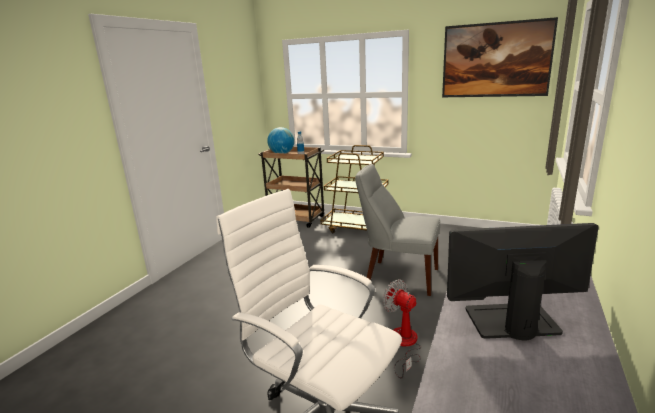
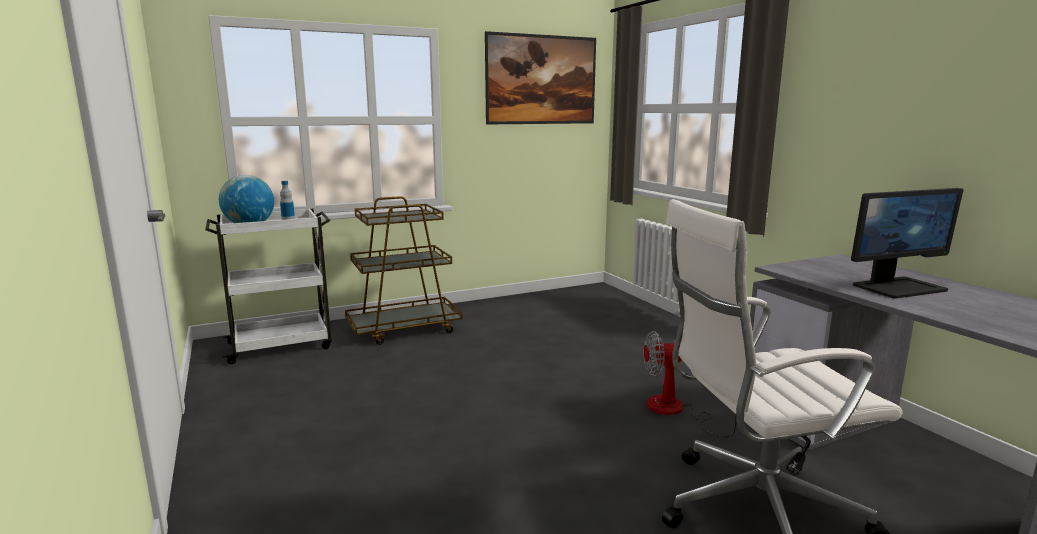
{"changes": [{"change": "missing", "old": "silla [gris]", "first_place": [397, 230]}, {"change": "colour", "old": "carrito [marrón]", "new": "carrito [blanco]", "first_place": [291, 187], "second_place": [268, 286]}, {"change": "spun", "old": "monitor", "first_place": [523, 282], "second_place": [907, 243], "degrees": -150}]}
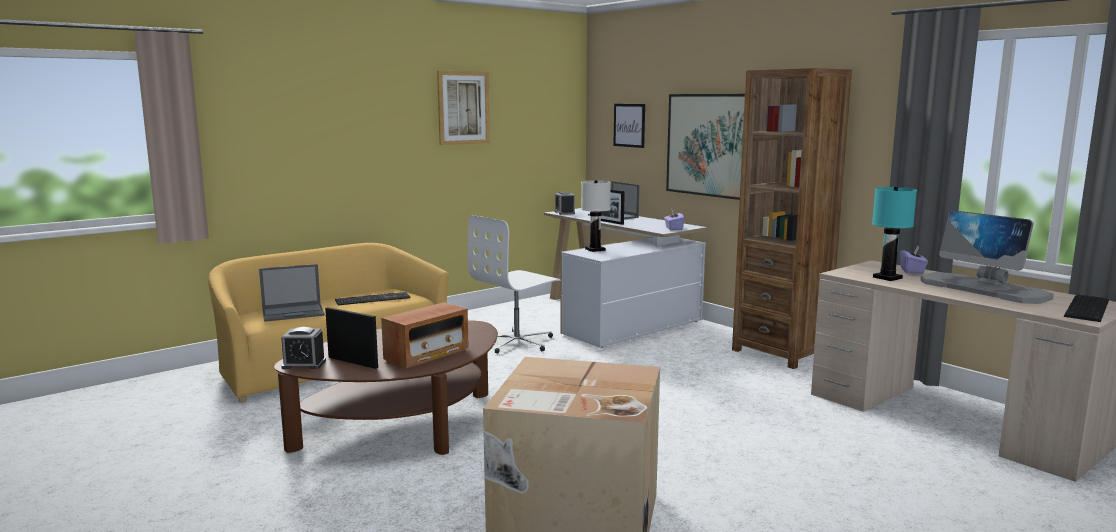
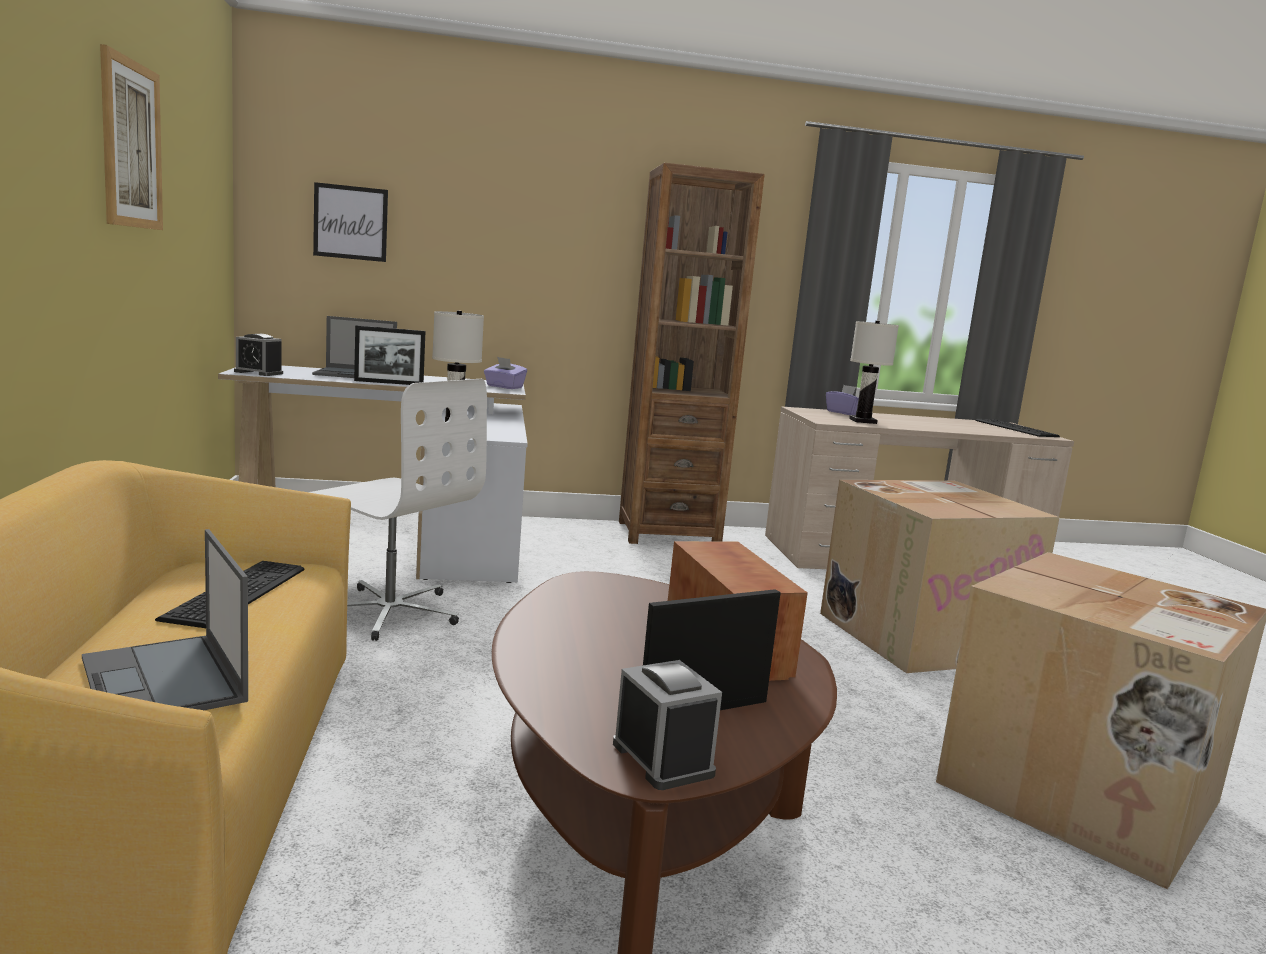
{"changes": [{"change": "missing", "old": "cuadro", "first_place": [705, 147]}, {"change": "missing", "old": "monitor", "first_place": [987, 257]}, {"change": "appeared", "new": "caja de cartón", "second_place": [940, 576]}, {"change": "colour", "old": "lámpara de mesa [turquesa]", "new": "lámpara de mesa [blanco]", "first_place": [894, 234], "second_place": [874, 372]}, {"change": "spun", "old": "portátil", "first_place": [292, 293], "second_place": [165, 619], "degrees": 135}, {"change": "spun", "old": "despertador", "first_place": [303, 348], "second_place": [667, 725], "degrees": -60}, {"change": "spun", "old": "silla de oficina [blanco]", "first_place": [514, 284], "second_place": [398, 510], "degrees": -45}]}
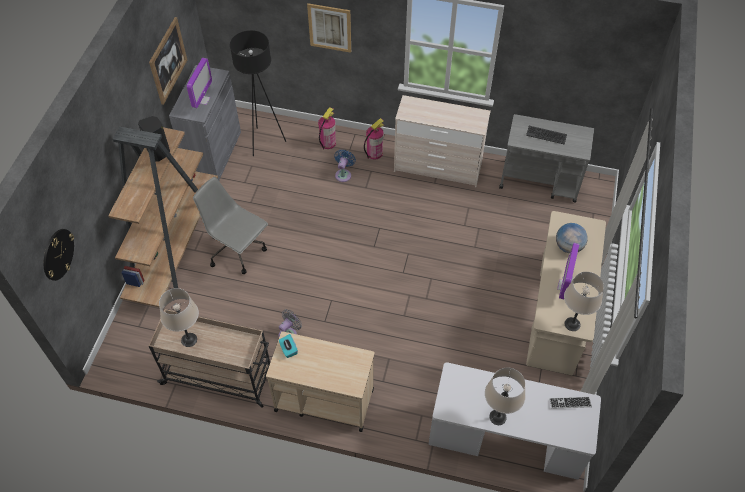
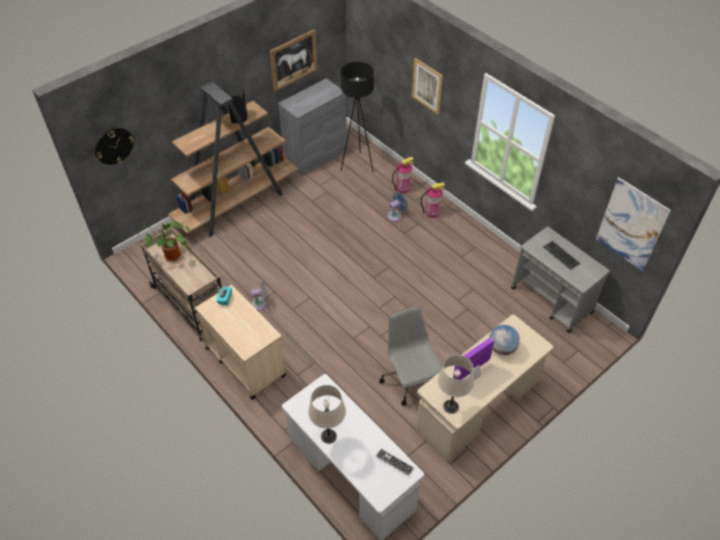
{"changes": [{"change": "missing", "old": "monitor", "first_place": [199, 83]}, {"change": "missing", "old": "cómoda [beis]", "first_place": [442, 141]}, {"change": "appeared", "new": "cuadro", "second_place": [633, 224]}, {"change": "relocated", "old": "silla de oficina [gris]", "first_place": [230, 225], "second_place": [411, 356]}, {"change": "exchanged", "old": "lámpara de mesa [beis]", "new": "planta en maceta", "first_place": [179, 317], "second_place": [164, 241]}]}
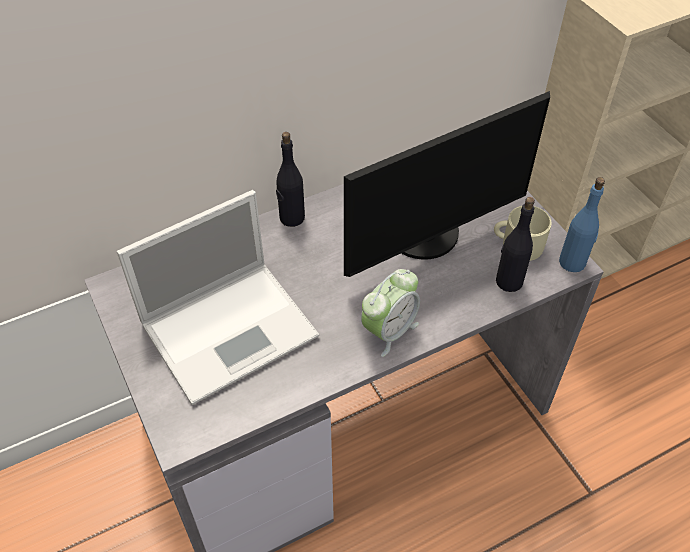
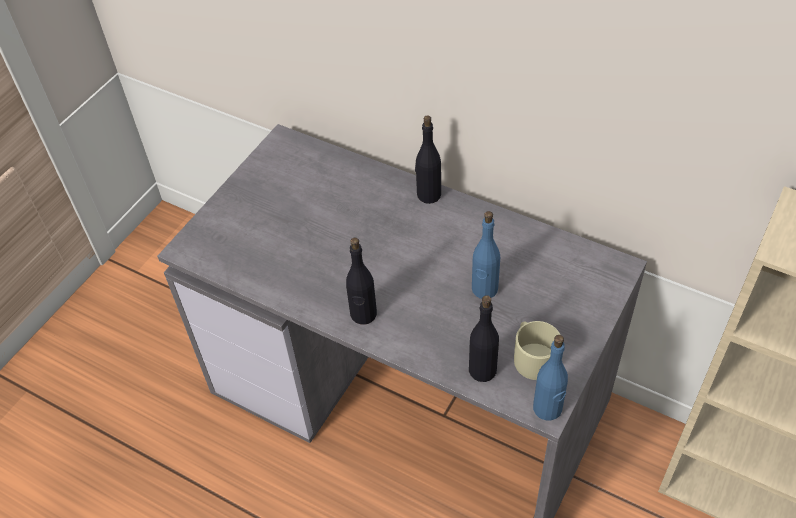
{"changes": [{"change": "missing", "old": "portátil", "first_place": [218, 297]}, {"change": "exchanged", "old": "monitor", "new": "botella [azul]", "first_place": [447, 184], "second_place": [486, 255]}, {"change": "exchanged", "old": "despertador", "new": "botella [negro]", "first_place": [390, 313], "second_place": [361, 281]}]}
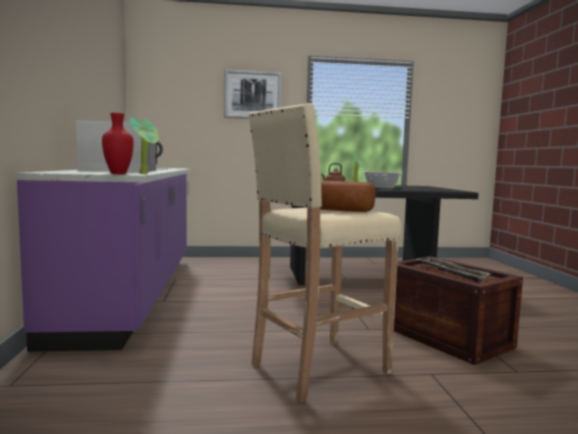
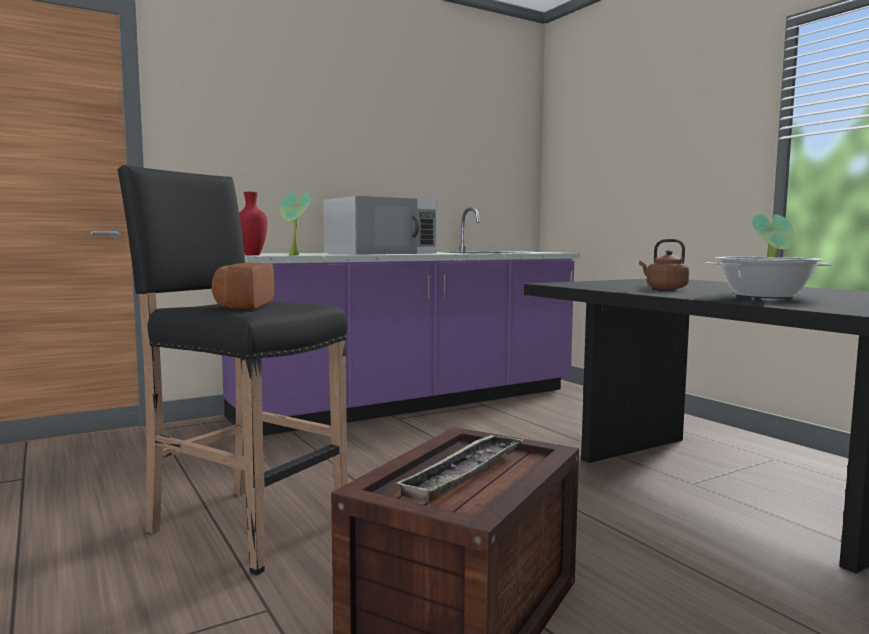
{"changes": [{"change": "missing", "old": "cuadro", "first_place": [253, 94]}, {"change": "colour", "old": "taburete [beis]", "new": "taburete [negro]", "first_place": [325, 252], "second_place": [232, 370]}]}
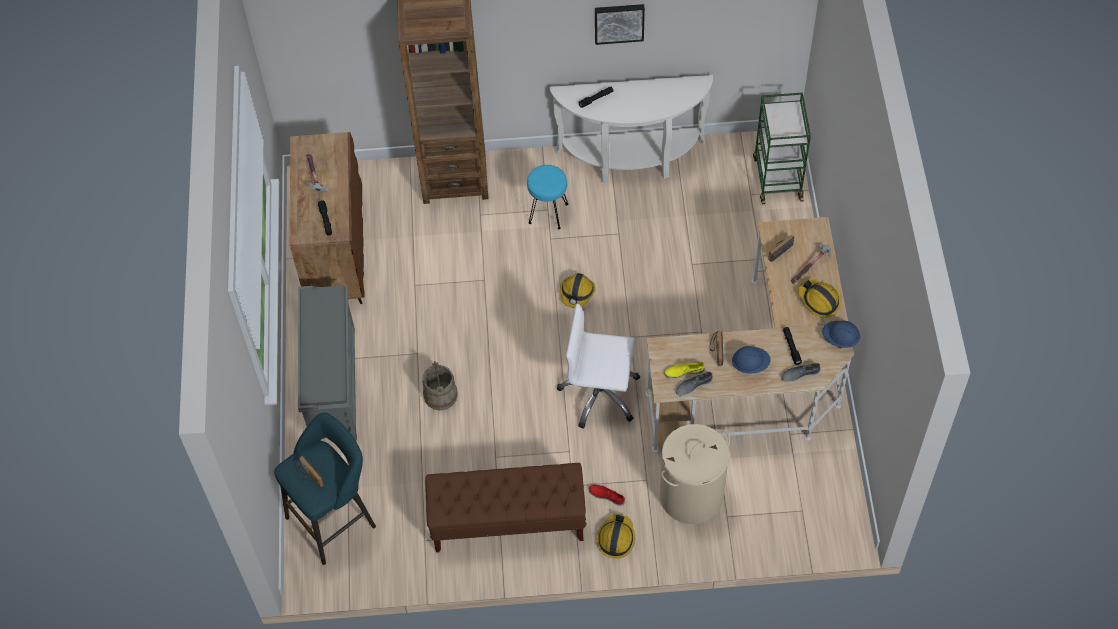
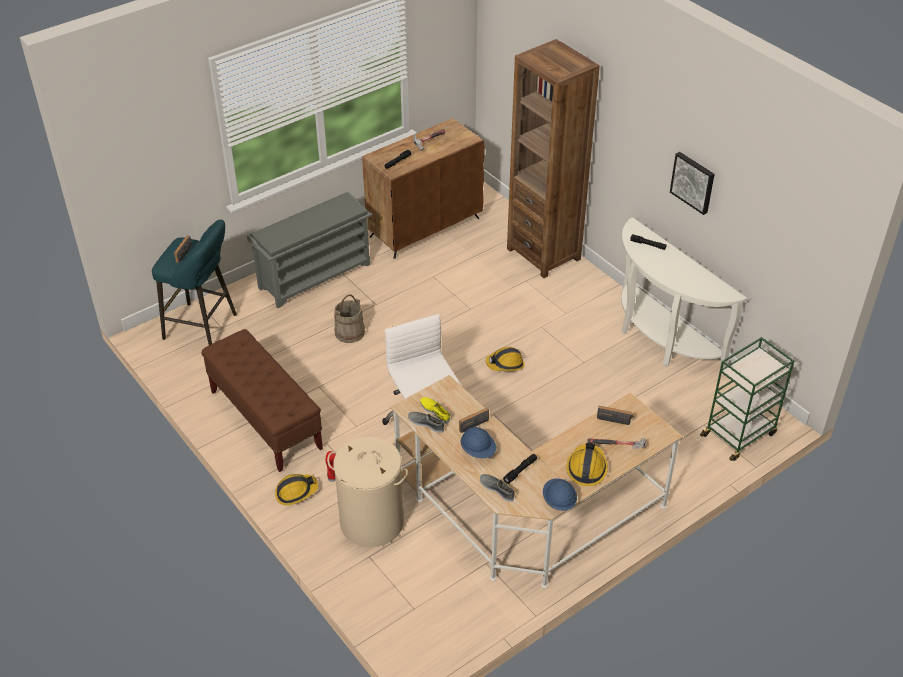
{"changes": [{"change": "missing", "old": "taburete [turquesa]", "first_place": [547, 197]}]}
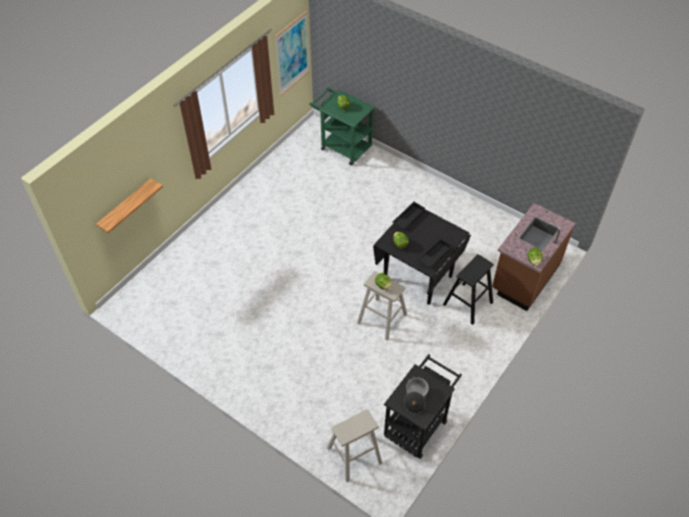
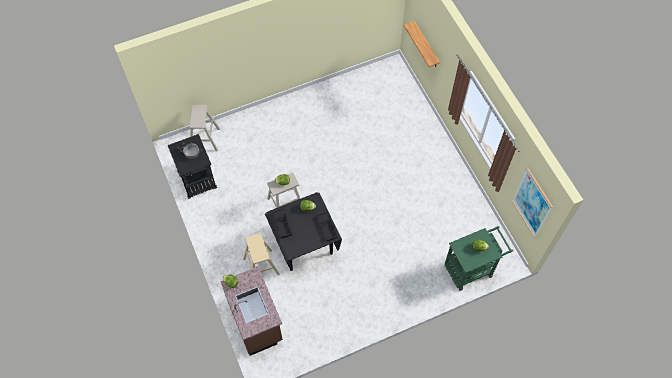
{"changes": [{"change": "colour", "old": "taburete [negro]", "new": "taburete [beis]", "first_place": [468, 289], "second_place": [261, 254]}]}
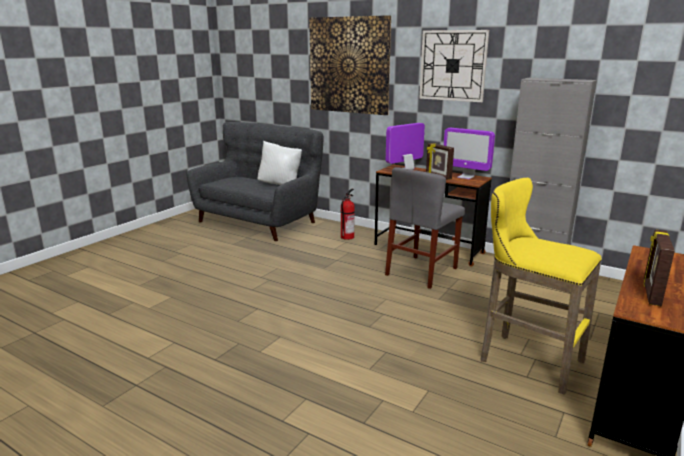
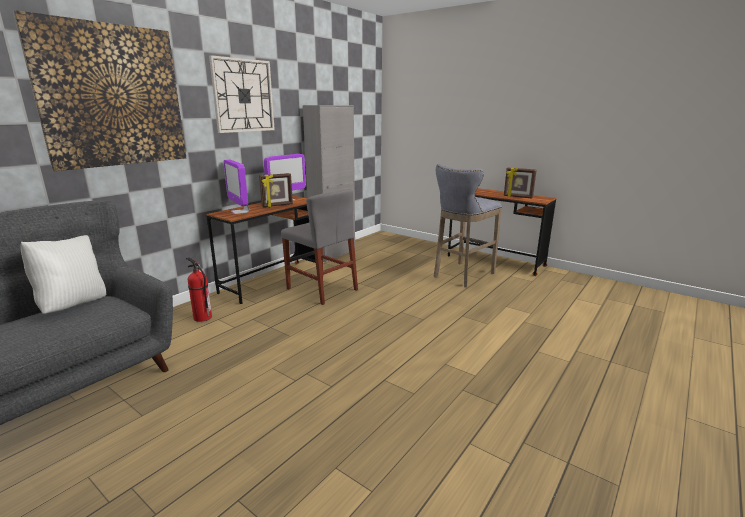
{"changes": [{"change": "colour", "old": "taburete [amarillo]", "new": "taburete [gris]", "first_place": [541, 286], "second_place": [468, 225]}]}
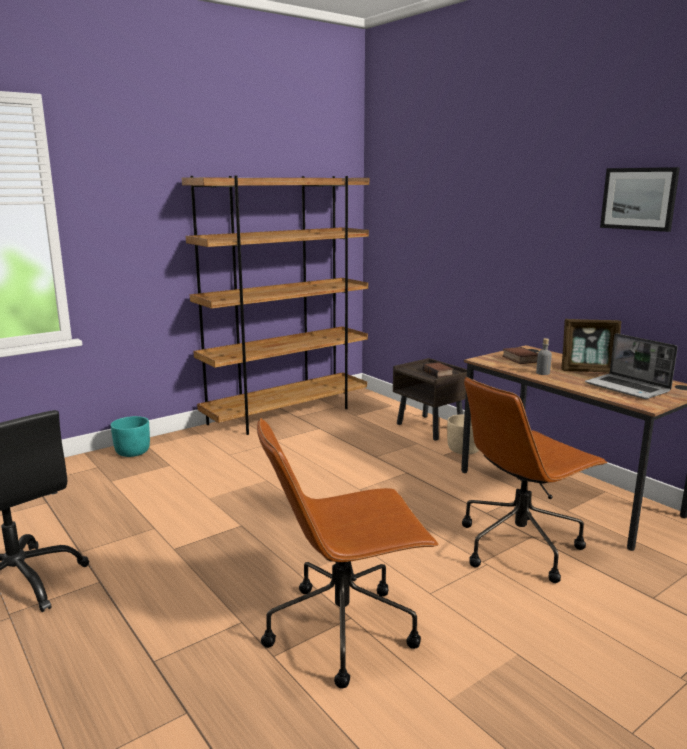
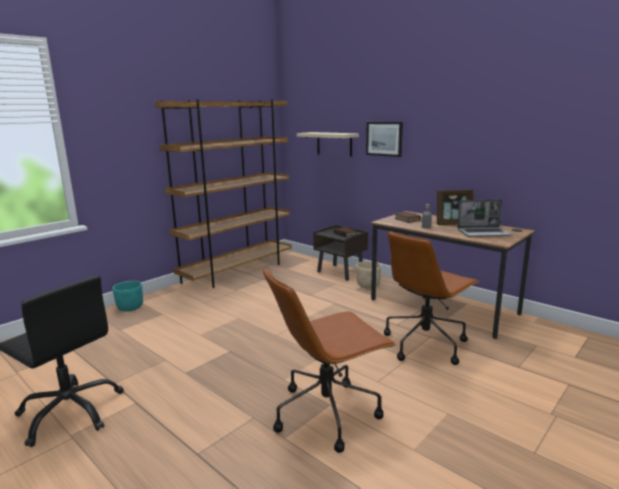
{"changes": [{"change": "appeared", "new": "estante [beis]", "second_place": [328, 144]}, {"change": "relocated", "old": "cuadro", "first_place": [640, 199], "second_place": [384, 139]}, {"change": "spun", "old": "portátil", "first_place": [631, 366], "second_place": [484, 218], "degrees": -45}]}
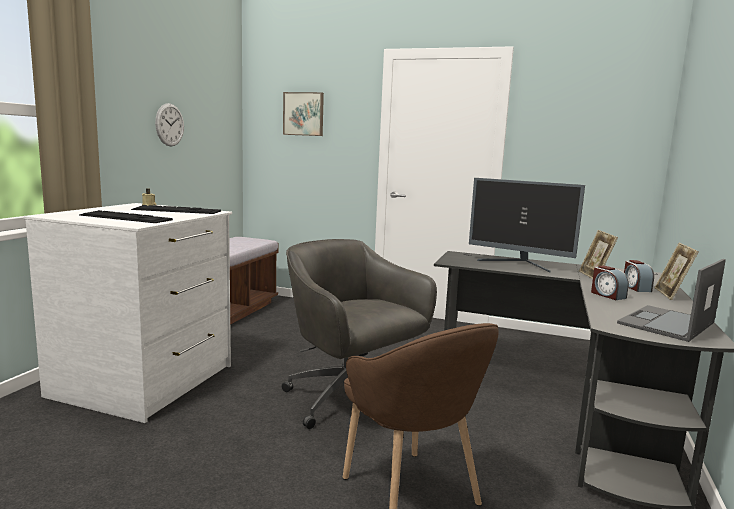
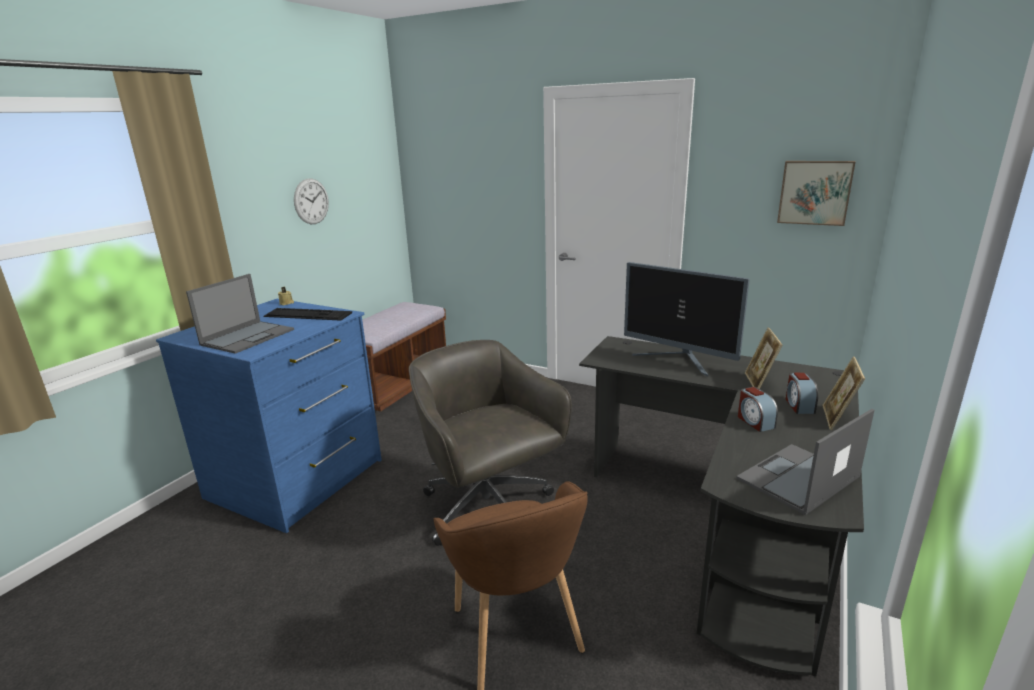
{"changes": [{"change": "relocated", "old": "cuadro", "first_place": [303, 114], "second_place": [816, 193]}, {"change": "exchanged", "old": "teclado", "new": "portátil", "first_place": [126, 216], "second_place": [240, 314]}, {"change": "colour", "old": "cómoda [blanco]", "new": "cómoda [azul]", "first_place": [128, 313], "second_place": [269, 416]}]}
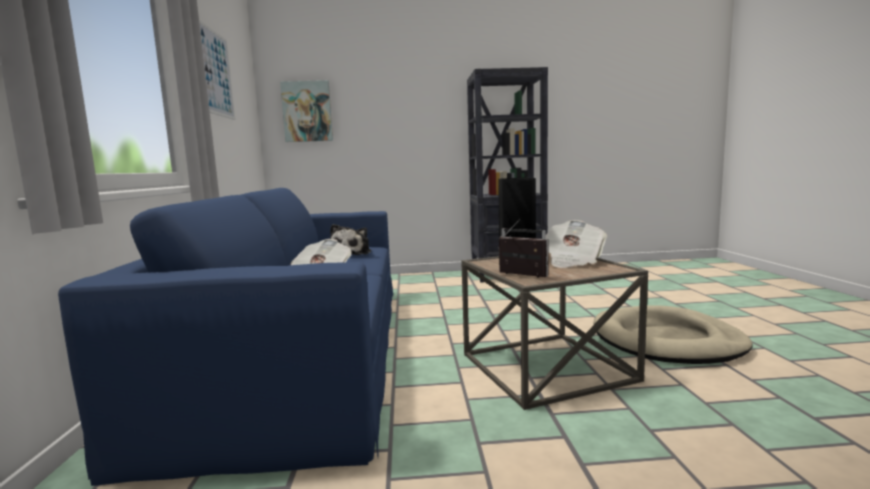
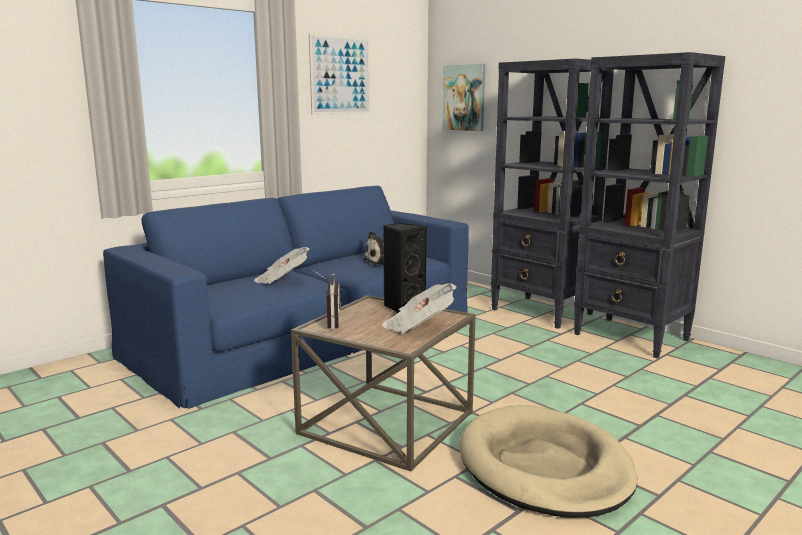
{"changes": [{"change": "appeared", "new": "estantería [negro]", "second_place": [552, 193]}]}
